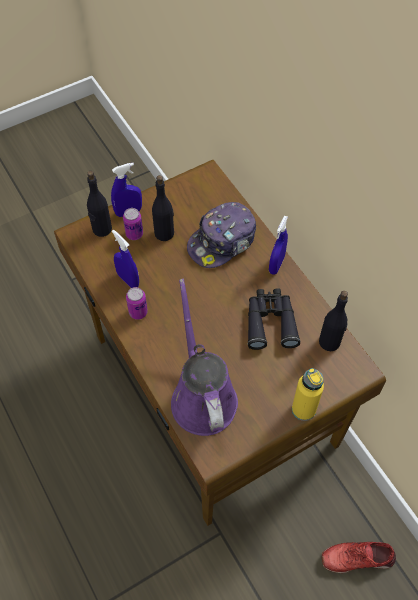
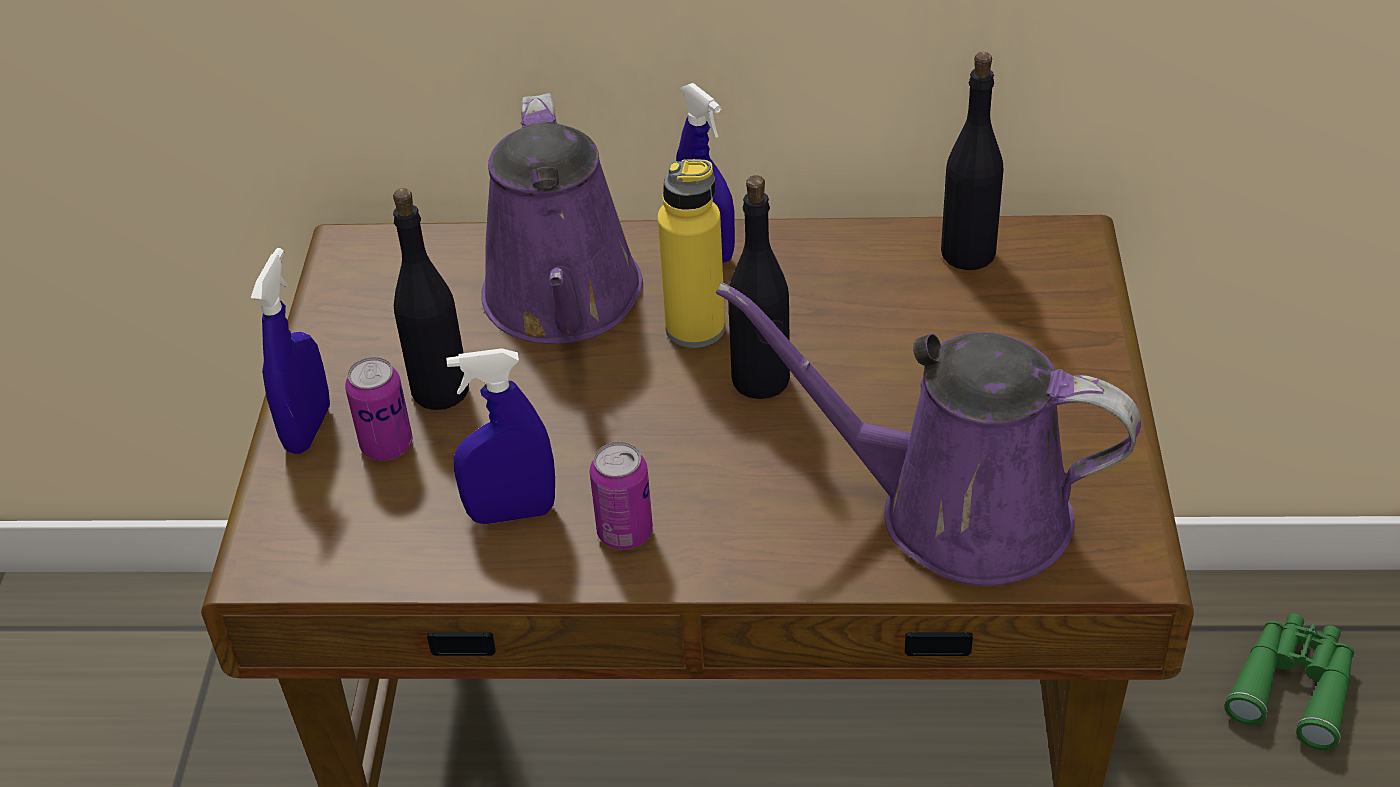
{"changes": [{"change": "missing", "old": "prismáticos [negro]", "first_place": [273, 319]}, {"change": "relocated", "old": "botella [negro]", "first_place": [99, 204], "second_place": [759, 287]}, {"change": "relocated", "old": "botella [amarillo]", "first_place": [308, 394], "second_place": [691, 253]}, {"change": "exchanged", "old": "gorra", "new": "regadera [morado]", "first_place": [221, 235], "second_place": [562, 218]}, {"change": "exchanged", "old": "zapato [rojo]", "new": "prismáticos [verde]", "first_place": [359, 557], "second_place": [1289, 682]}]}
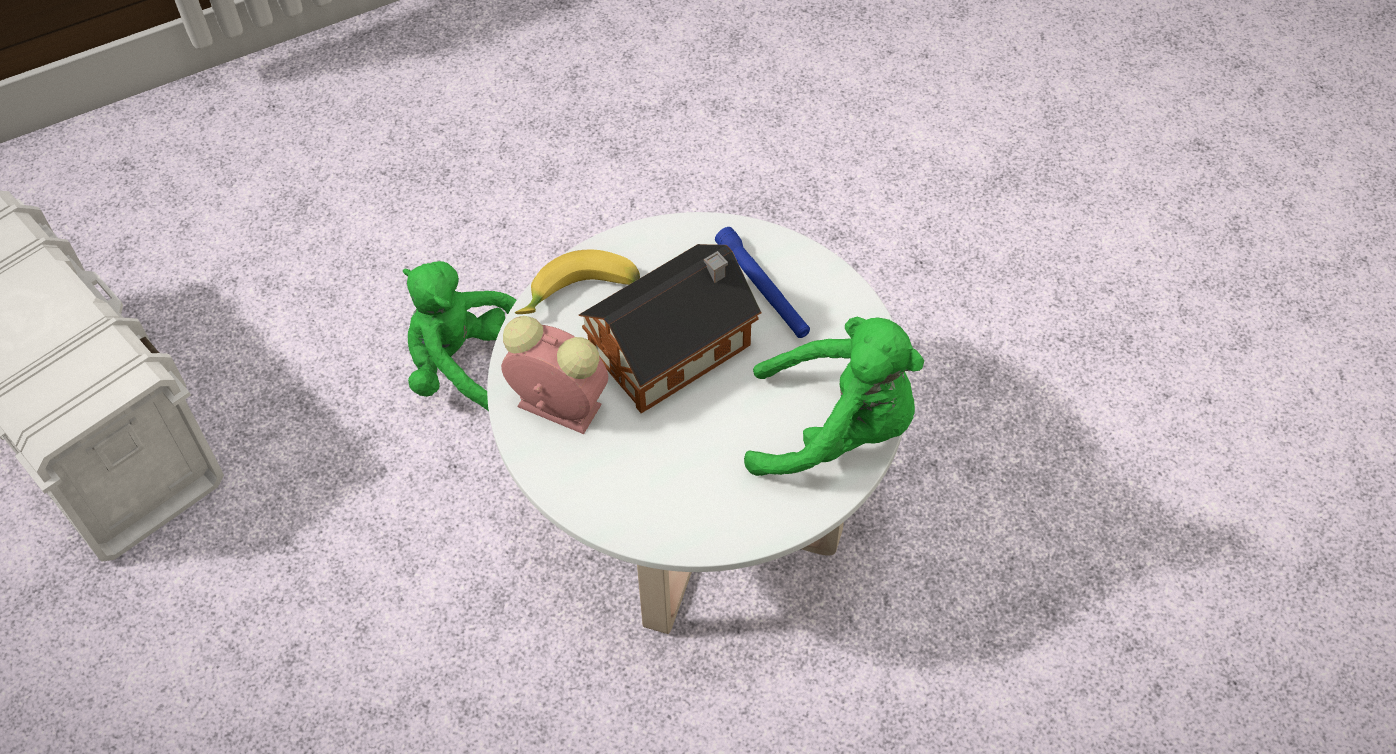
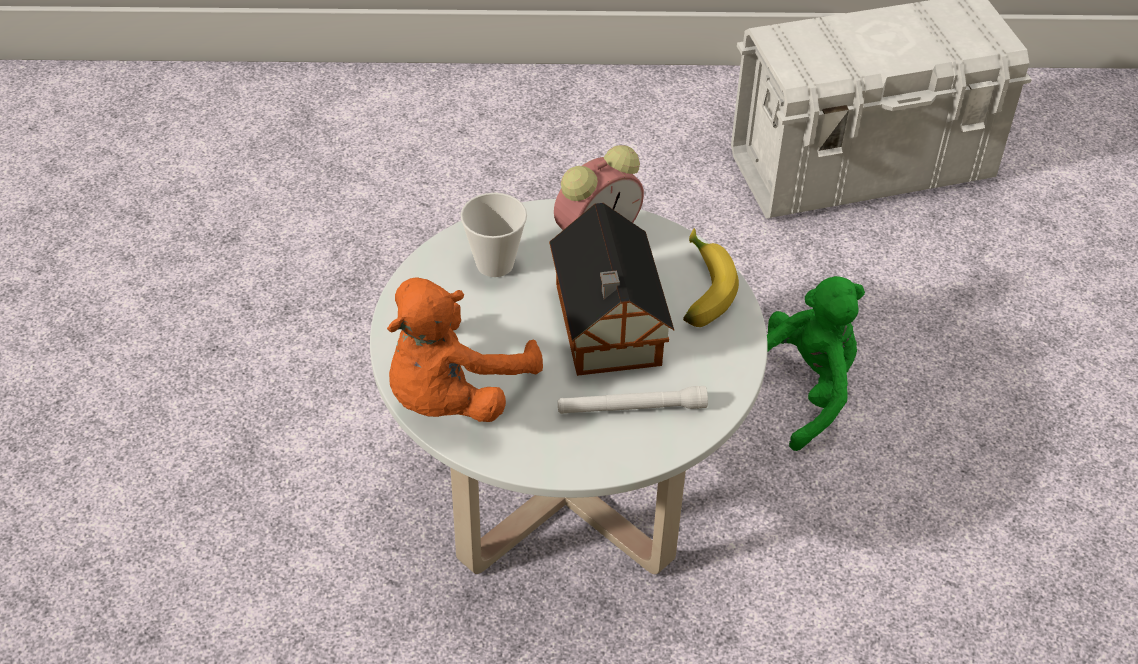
{"changes": [{"change": "appeared", "new": "taza", "second_place": [493, 235]}, {"change": "colour", "old": "linterna [azul]", "new": "linterna [blanco]", "first_place": [762, 282], "second_place": [633, 400]}, {"change": "colour", "old": "peluche [verde]", "new": "peluche [naranja]", "first_place": [834, 396], "second_place": [465, 349]}]}
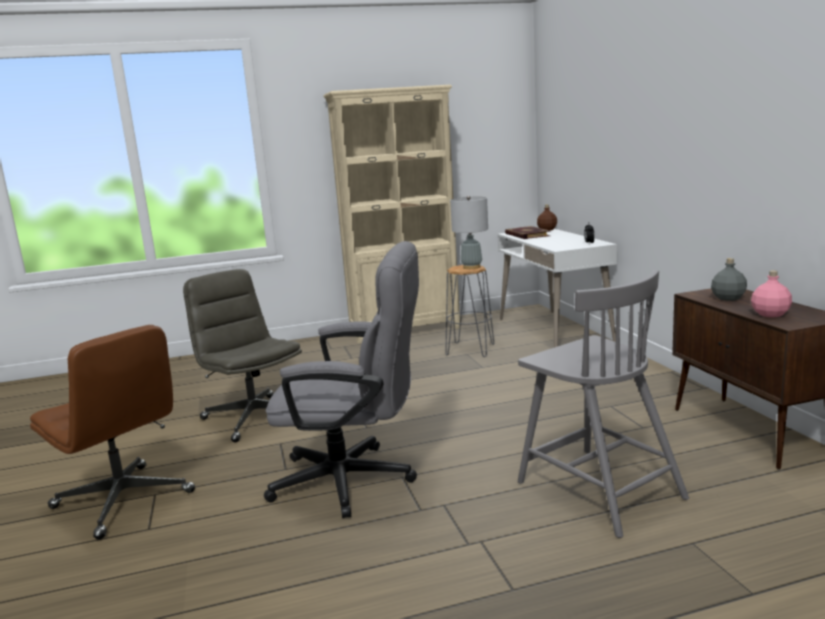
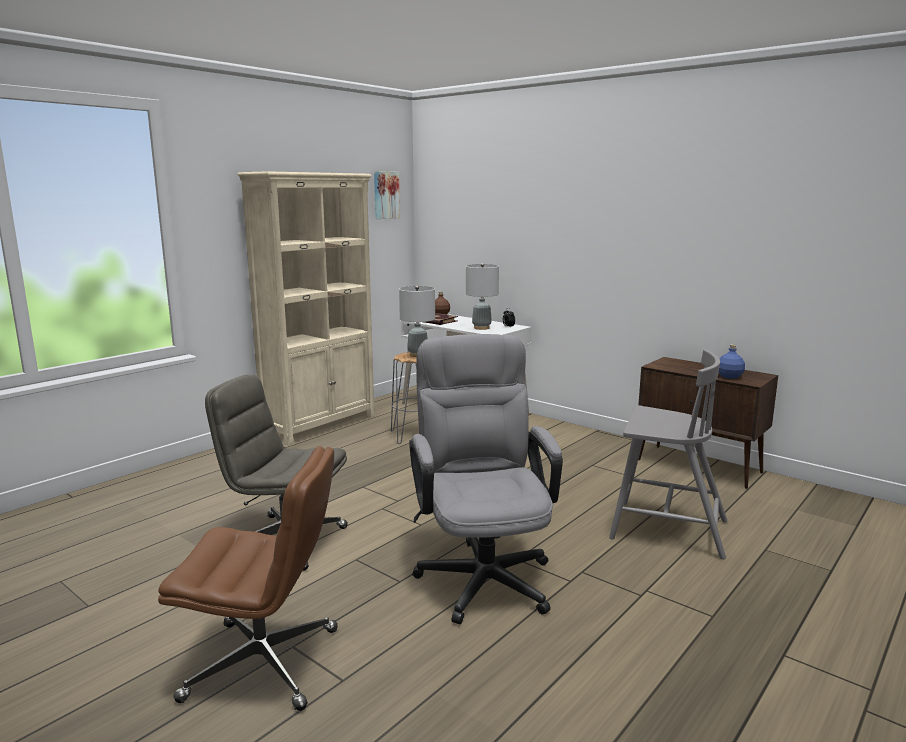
{"changes": [{"change": "missing", "old": "botella [gris]", "first_place": [729, 279]}, {"change": "appeared", "new": "cuadro", "second_place": [387, 195]}, {"change": "appeared", "new": "lámpara de mesa [gris]", "second_place": [482, 296]}, {"change": "colour", "old": "botella [rosa]", "new": "botella [azul]", "first_place": [771, 294], "second_place": [732, 361]}, {"change": "spun", "old": "silla de oficina [gris]", "first_place": [341, 379], "second_place": [486, 479], "degrees": -75}]}
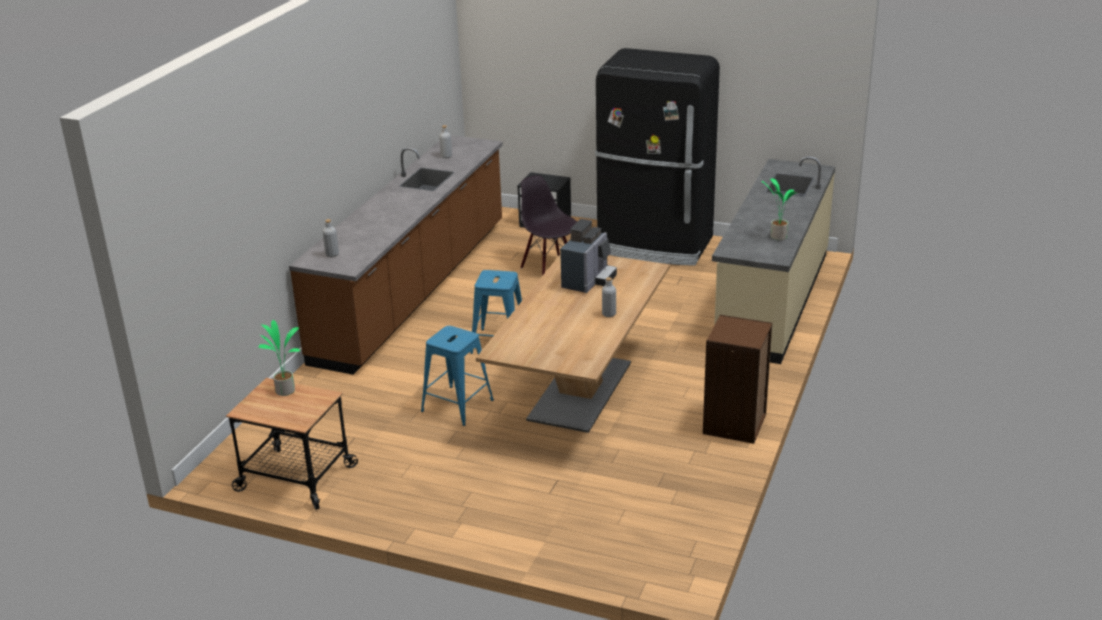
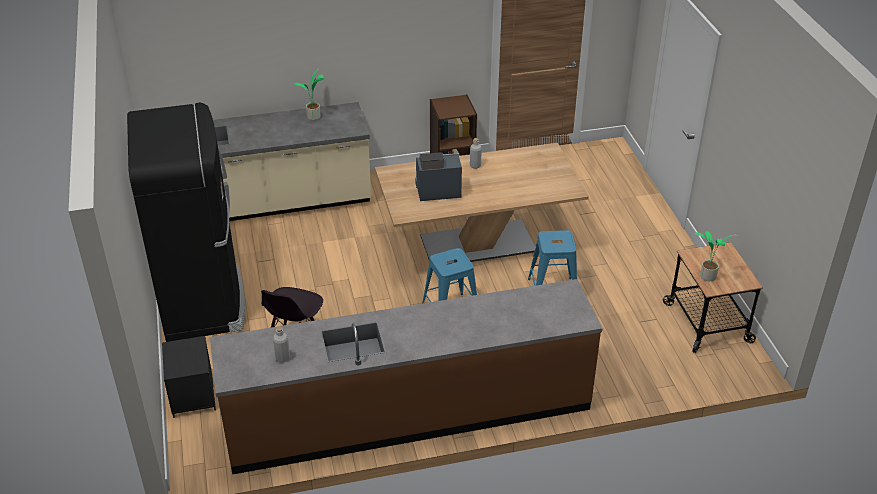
{"changes": [{"change": "missing", "old": "botella [gris]", "first_place": [331, 238]}]}
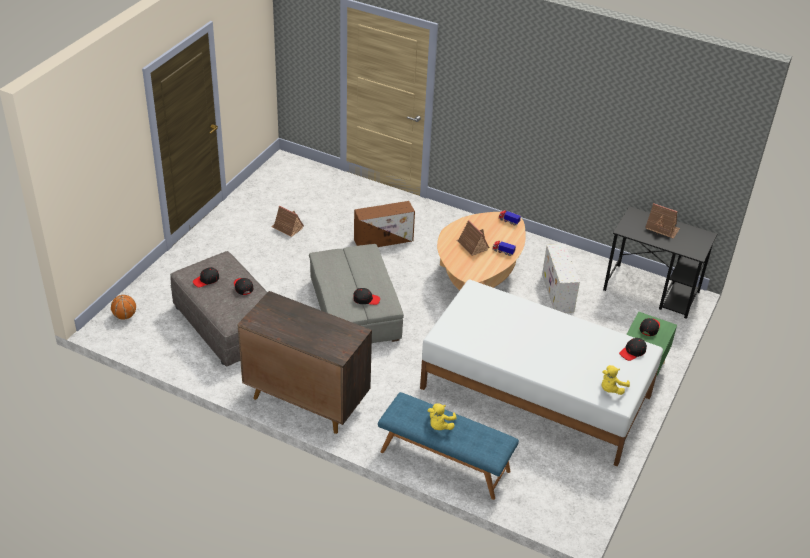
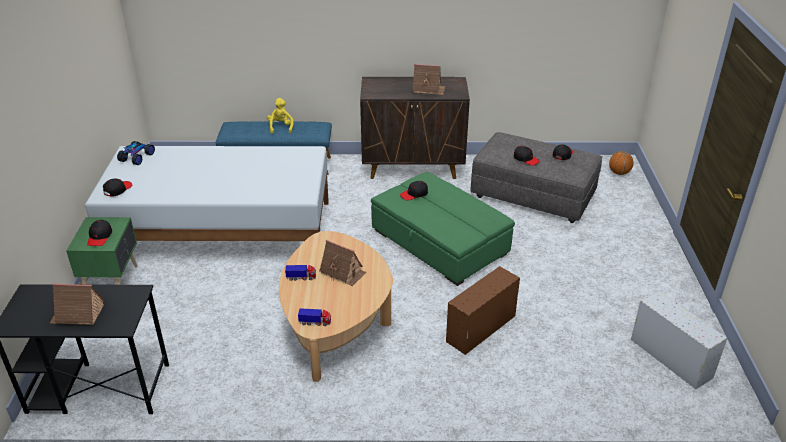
{"changes": [{"change": "relocated", "old": "casita", "first_place": [287, 221], "second_place": [429, 79]}, {"change": "relocated", "old": "caja de almacenaje [blanco]", "first_place": [561, 278], "second_place": [679, 340]}, {"change": "exchanged", "old": "peluche [amarillo]", "new": "coche de juguete", "first_place": [616, 380], "second_place": [136, 153]}, {"change": "colour", "old": "puf [gris]", "new": "puf [verde]", "first_place": [356, 293], "second_place": [443, 229]}]}
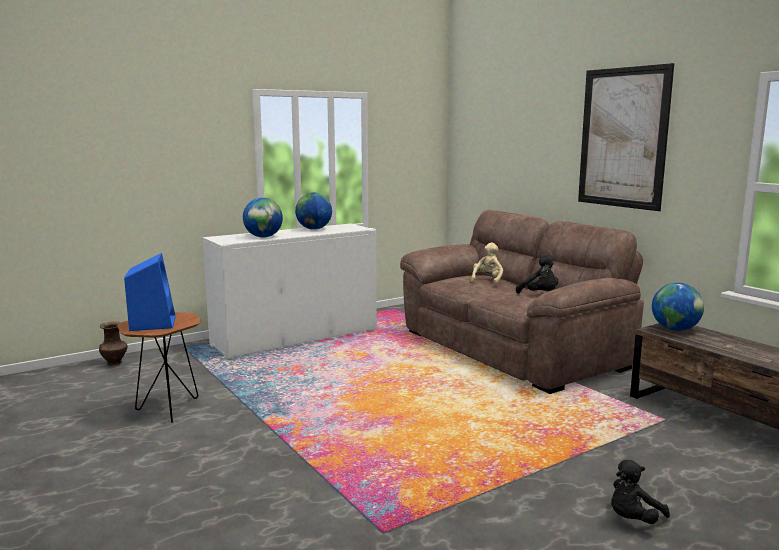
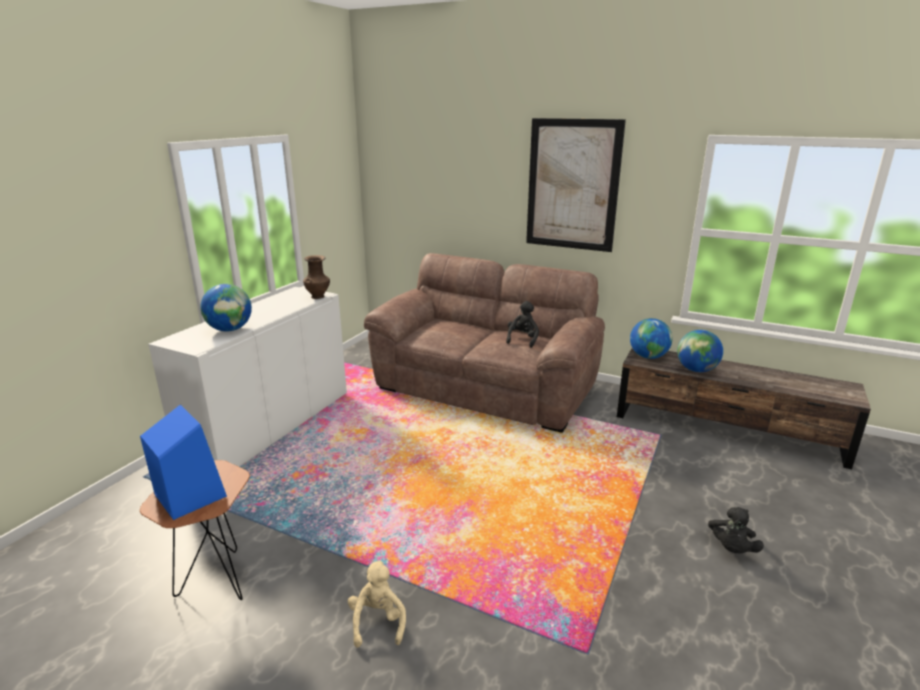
{"changes": [{"change": "relocated", "old": "florero [marrón]", "first_place": [113, 343], "second_place": [316, 277]}, {"change": "relocated", "old": "globo terráqueo", "first_place": [313, 211], "second_place": [700, 351]}, {"change": "relocated", "old": "peluche [beis]", "first_place": [487, 264], "second_place": [377, 604]}, {"change": "spun", "old": "peluche [negro]", "first_place": [537, 274], "second_place": [522, 324], "degrees": -90}]}
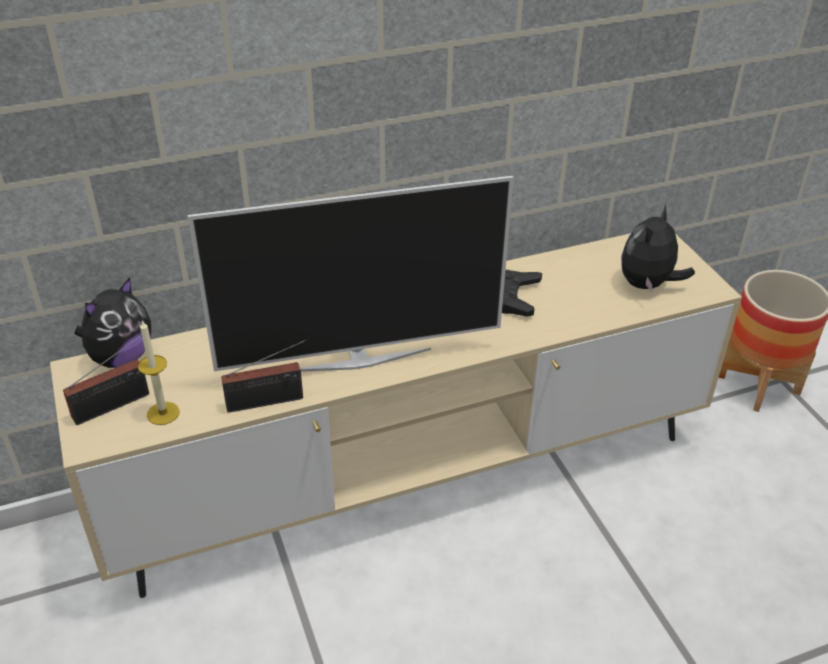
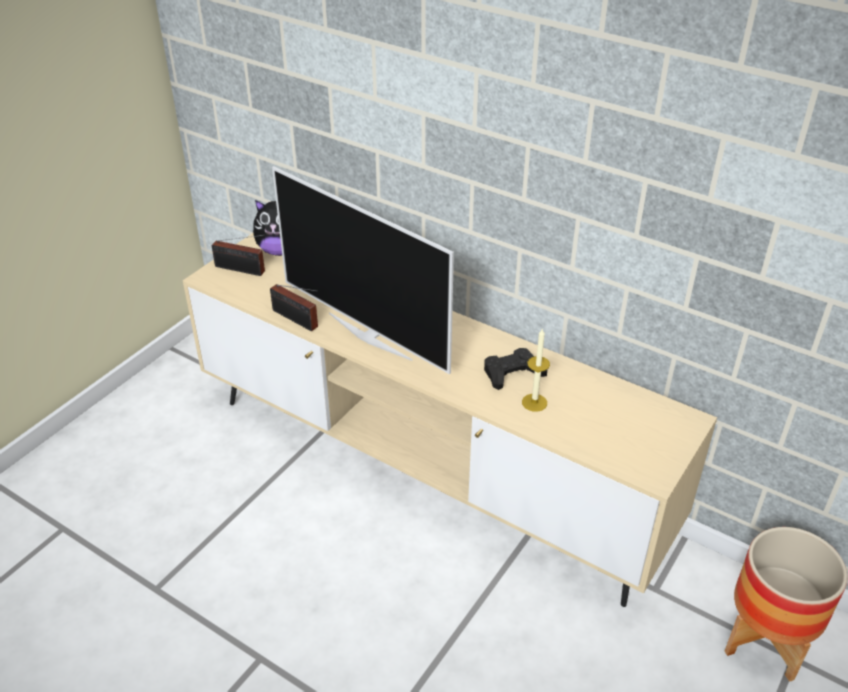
{"changes": [{"change": "missing", "old": "peluche", "first_place": [658, 248]}, {"change": "relocated", "old": "vela", "first_place": [159, 372], "second_place": [536, 370]}]}
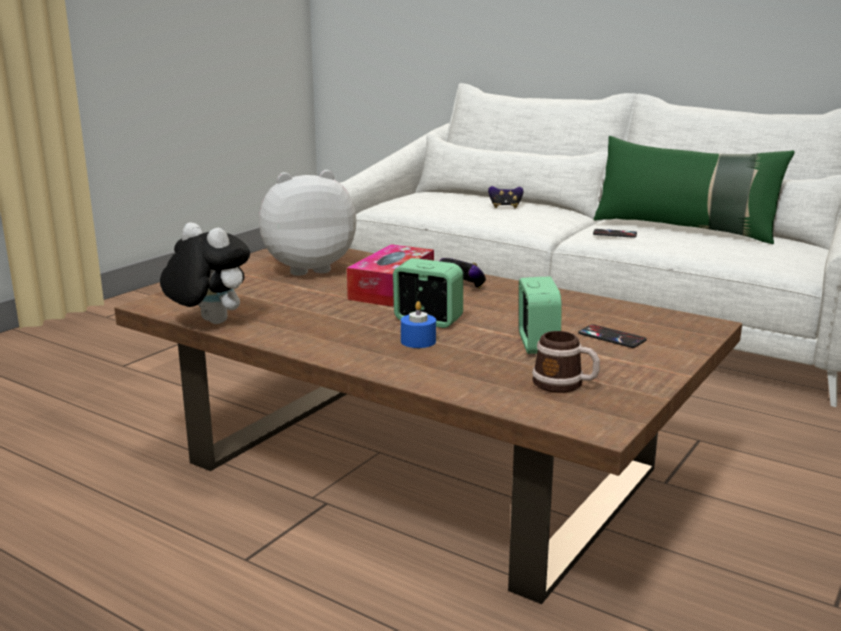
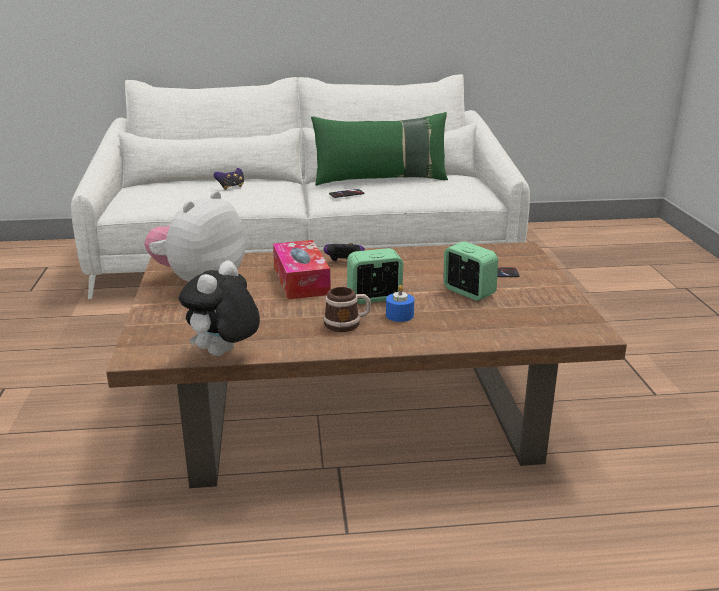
{"changes": [{"change": "relocated", "old": "taza grande", "first_place": [566, 362], "second_place": [347, 309]}, {"change": "spun", "old": "peluche", "first_place": [205, 273], "second_place": [219, 308], "degrees": -60}]}
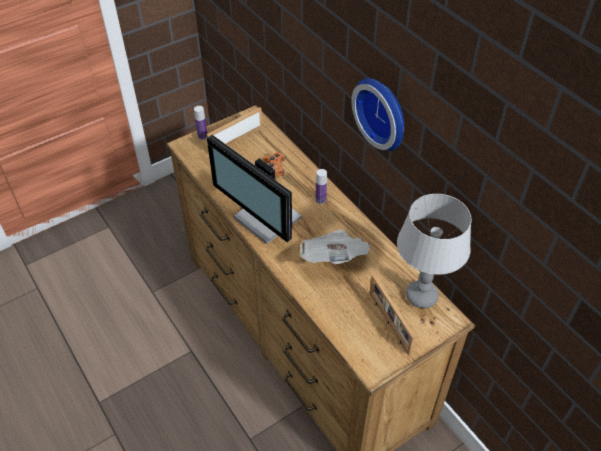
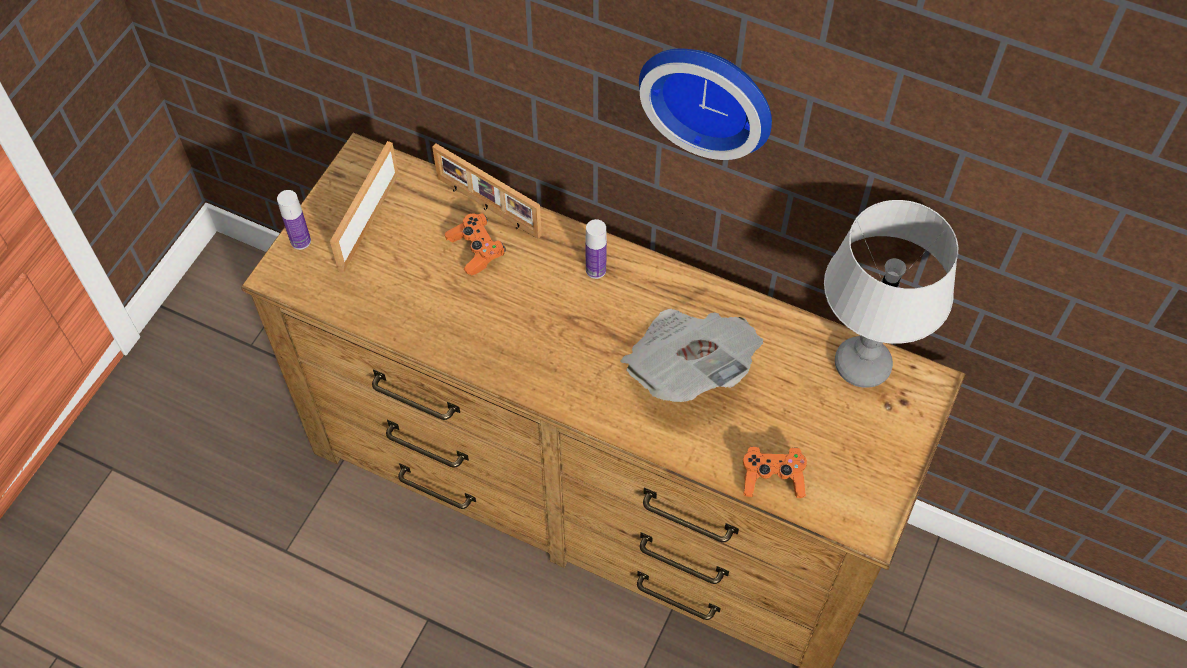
{"changes": [{"change": "missing", "old": "monitor", "first_place": [254, 189]}, {"change": "appeared", "new": "mando de consola [naranja]", "second_place": [775, 472]}, {"change": "relocated", "old": "portarretratos", "first_place": [393, 315], "second_place": [487, 191]}]}
